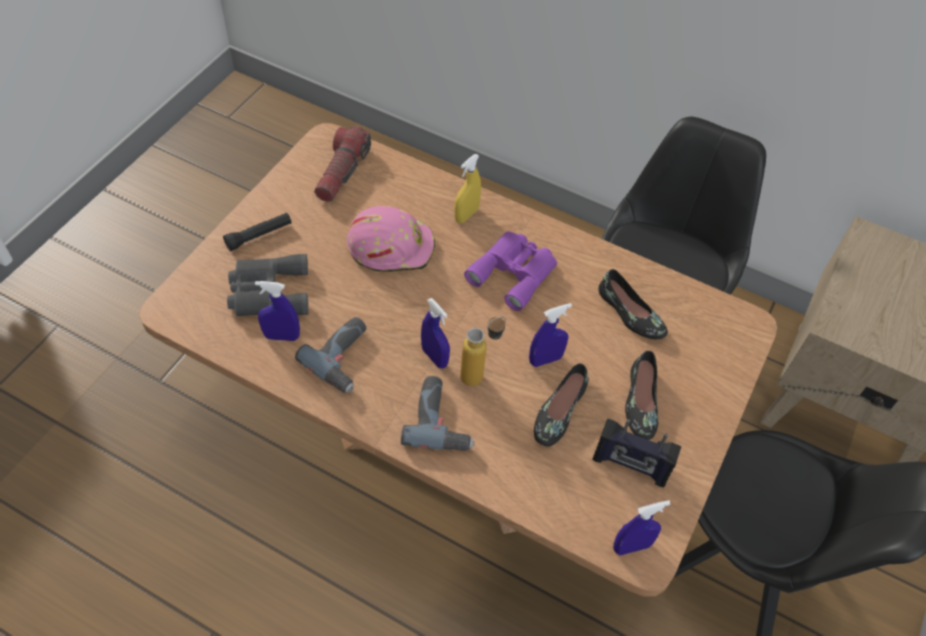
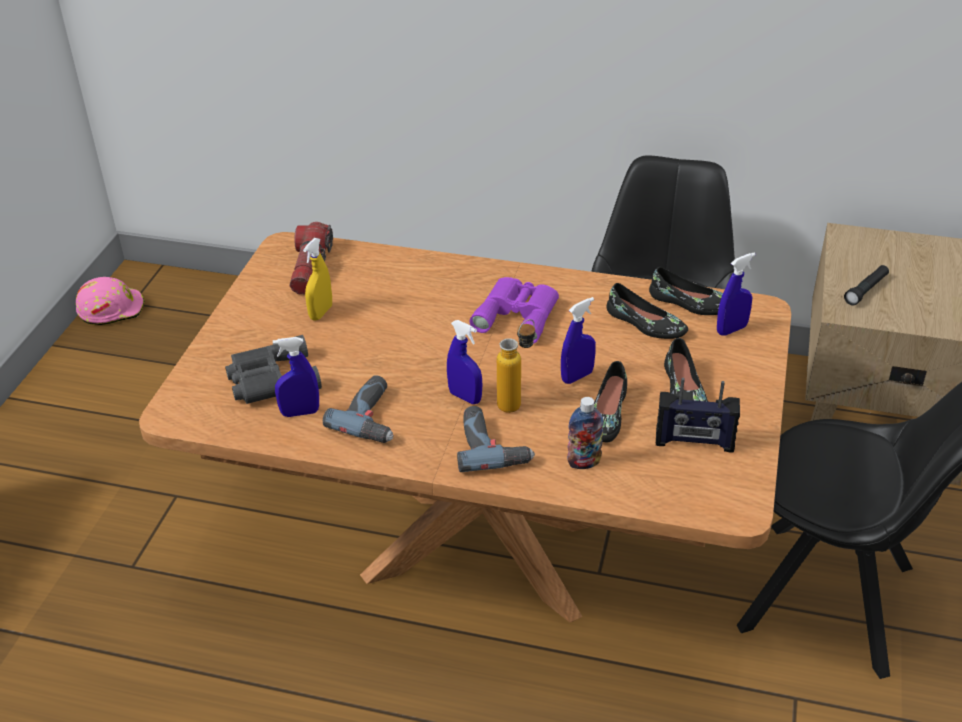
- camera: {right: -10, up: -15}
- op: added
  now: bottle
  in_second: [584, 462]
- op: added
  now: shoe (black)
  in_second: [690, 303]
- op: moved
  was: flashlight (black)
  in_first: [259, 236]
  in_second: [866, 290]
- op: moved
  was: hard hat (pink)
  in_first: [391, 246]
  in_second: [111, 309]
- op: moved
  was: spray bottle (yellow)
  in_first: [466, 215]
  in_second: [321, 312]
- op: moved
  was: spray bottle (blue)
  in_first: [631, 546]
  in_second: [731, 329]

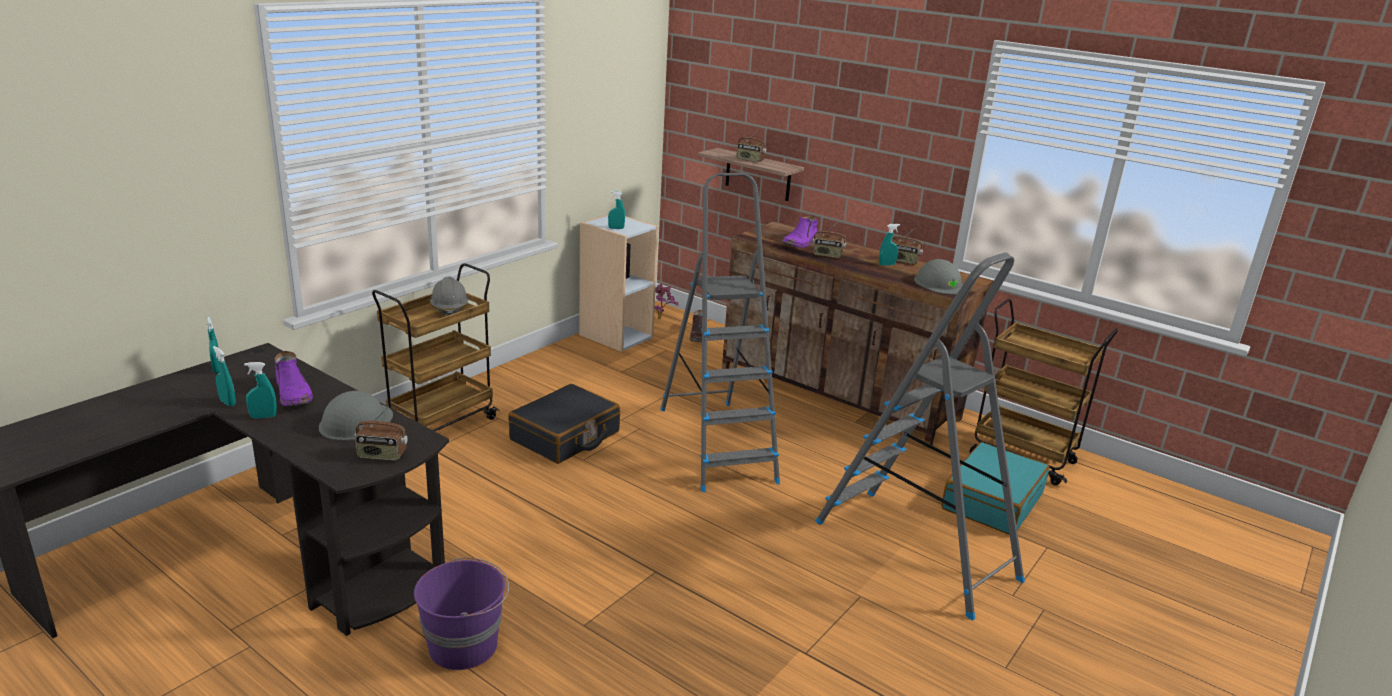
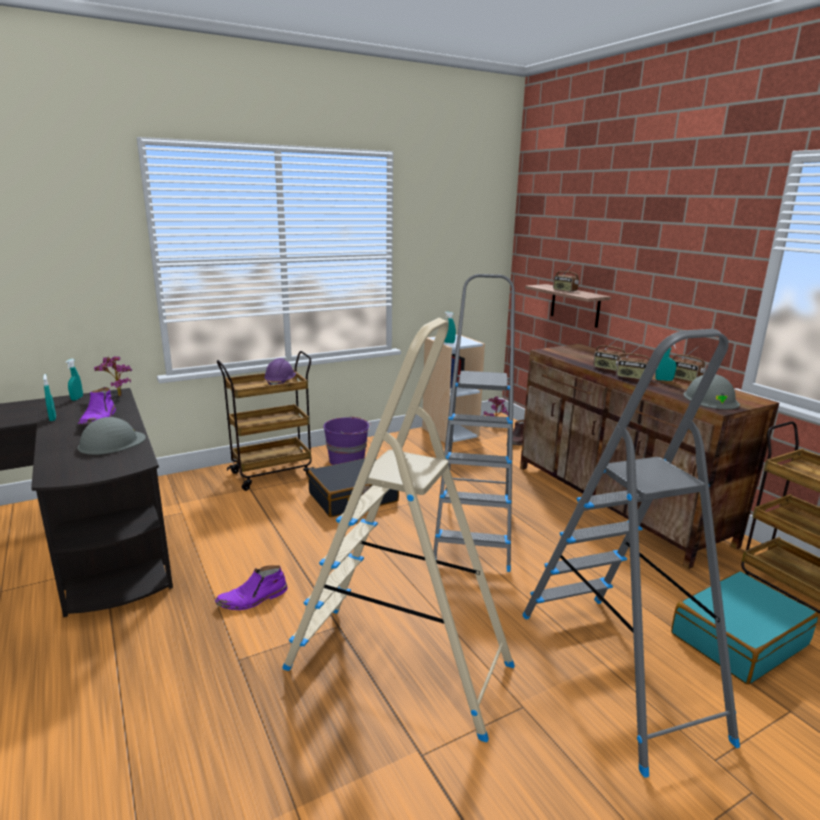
- camera: {right: 25, up: -5}
- op: removed
  was: spray bottle (turquoise)
  in_first: [263, 417]
- op: added
  now: potted plant
  in_second: [117, 395]
- op: added
  now: step ladder (beige)
  in_second: [397, 667]
- op: moved
  was: radio
  in_first: [381, 455]
  in_second: [631, 377]
- op: moved
  was: bucket (purple)
  in_first: [464, 645]
  in_second: [347, 460]
- op: moved
  was: boot (purple)
  in_first: [800, 243]
  in_second: [253, 599]
- op: recoloured
  was: hard hat (grey)
  now: hard hat (purple)
  in_first: [449, 309]
  in_second: [280, 383]

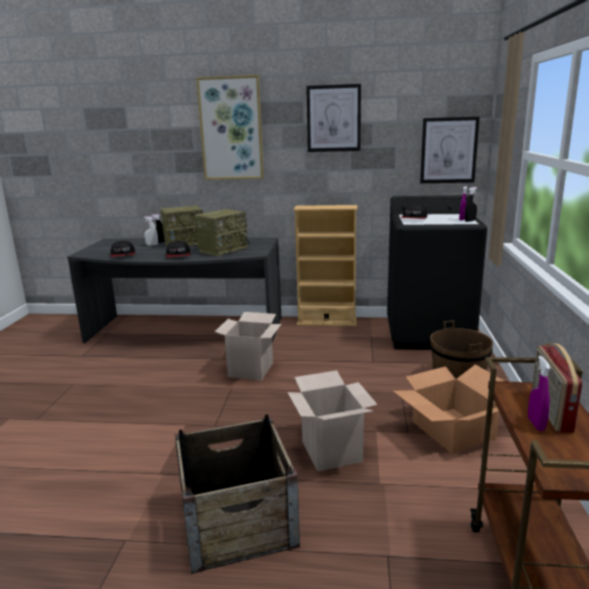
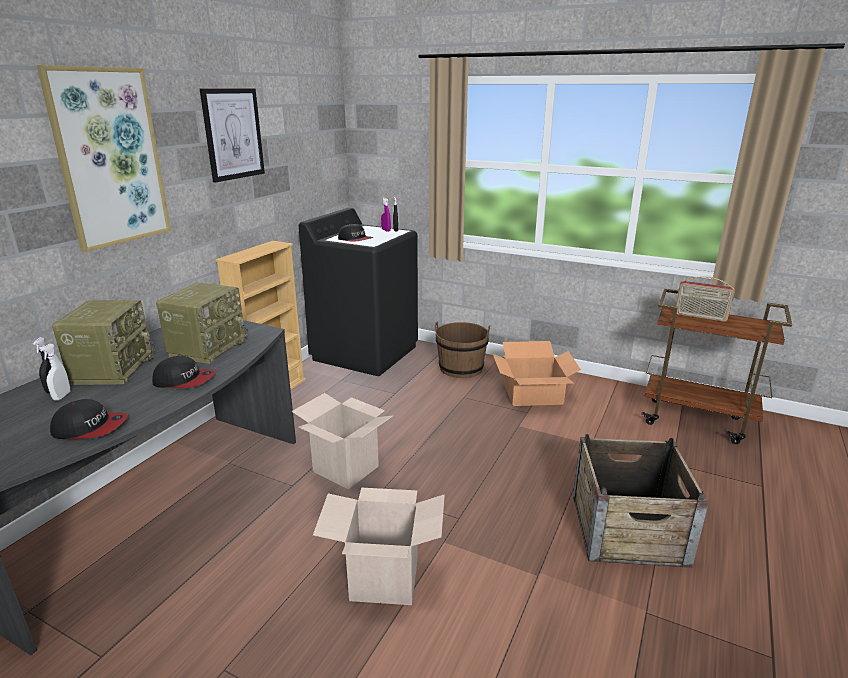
- camera: {right: -70, up: 5}
- op: removed
  was: picture
  in_first: [448, 150]
- op: removed
  was: spray bottle (purple)
  in_first: [536, 424]
- op: moved
  was: cardboard box
  in_first: [331, 452]
  in_second: [384, 579]
- op: turned
  was: radio
  in_first: [223, 250]
  in_second: [207, 347]
  clockwise: 45

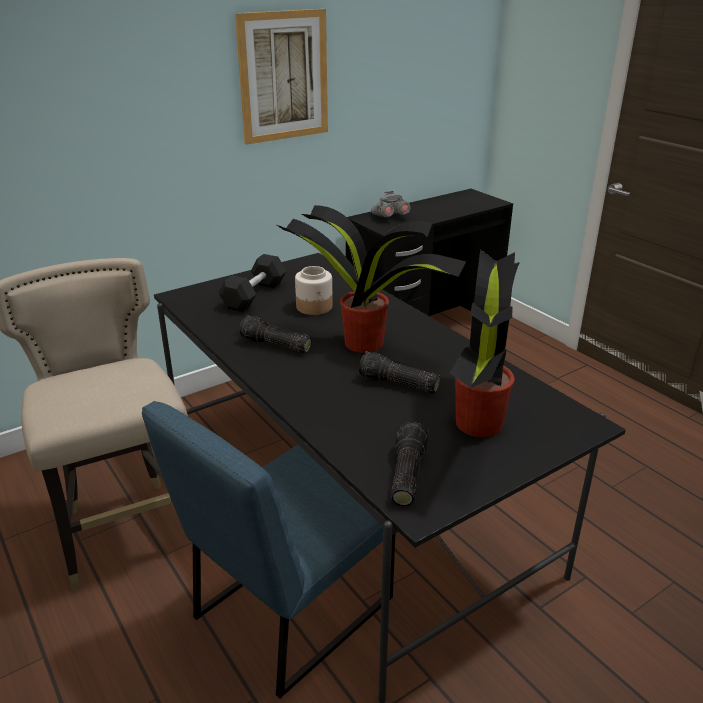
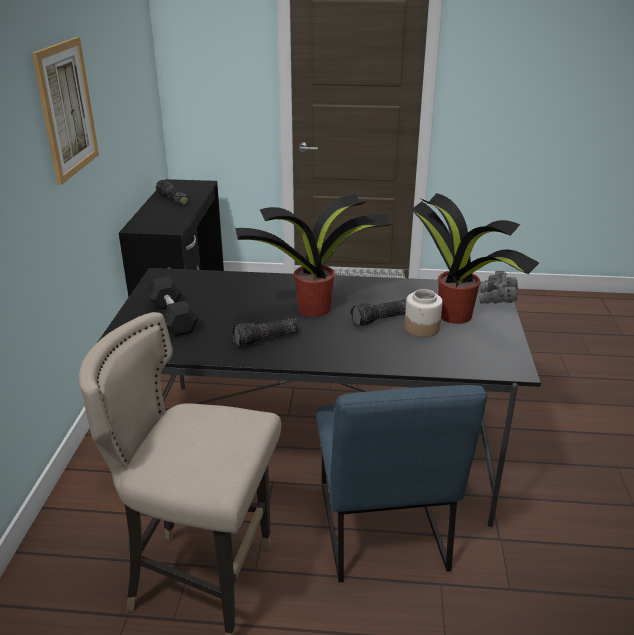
- camera: {right: -50, up: 0}
- op: moved
  was: jar
  in_first: [314, 307]
  in_second: [422, 328]
- op: moved
  was: binoculars (grey)
  in_first: [389, 217]
  in_second: [497, 300]
- op: moved
  was: flashlight
  in_first: [405, 474]
  in_second: [172, 199]

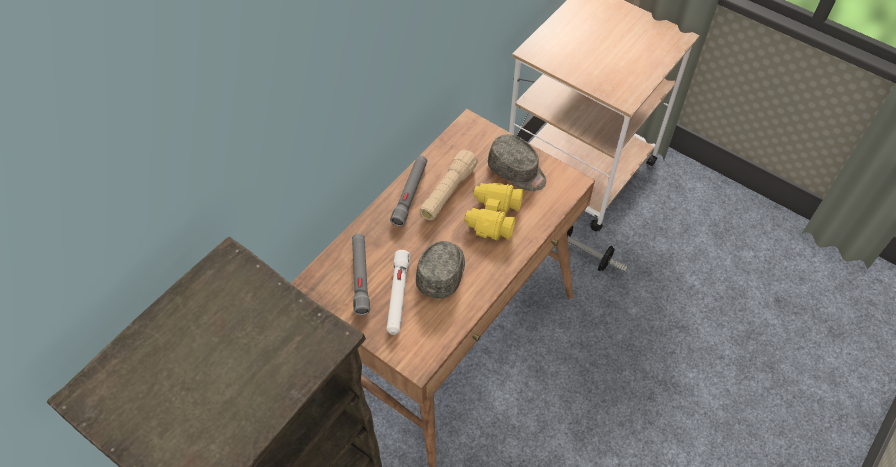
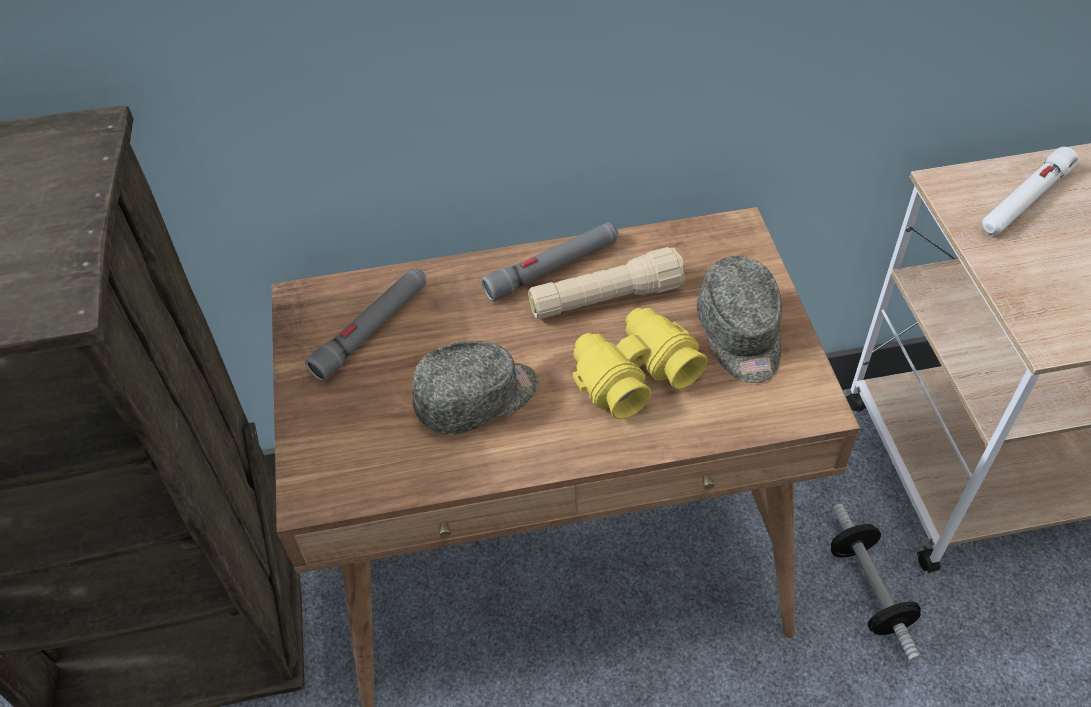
- camera: {right: 45, up: -5}
- op: moved
  was: flashlight (white)
  in_first: [398, 296]
  in_second: [1025, 201]

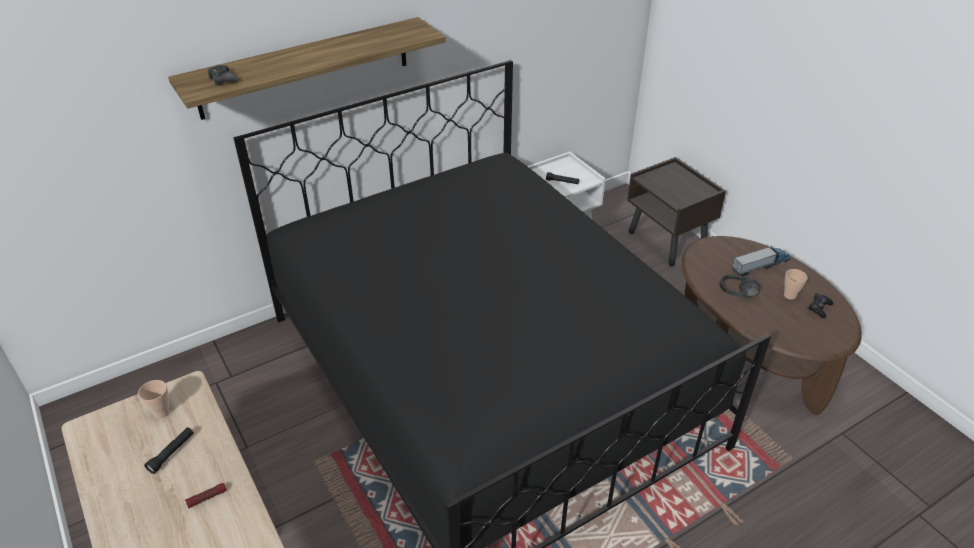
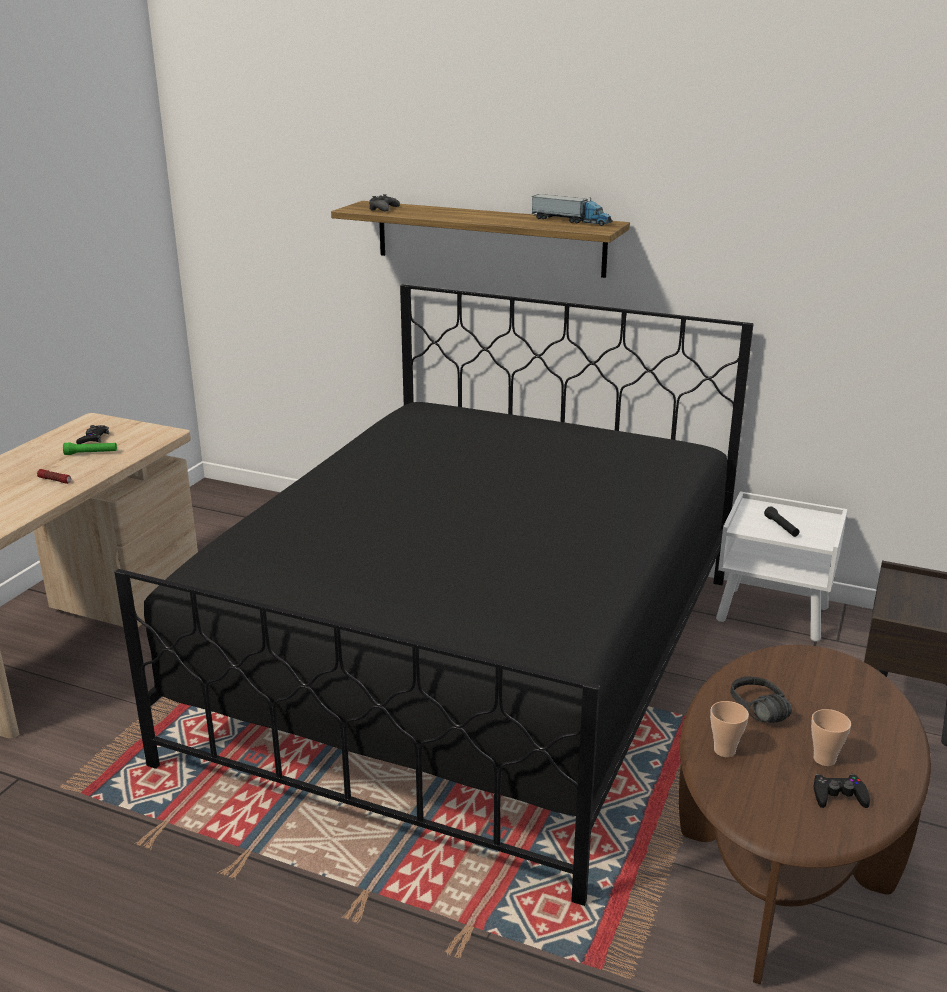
- camera: {right: 55, up: -15}
- op: added
  now: game controller (black)
  in_second: [93, 439]
- op: moved
  was: cup
  in_first: [161, 412]
  in_second: [724, 750]
- op: moved
  was: toy truck
  in_first: [760, 266]
  in_second: [571, 221]
- op: recoloured
  was: flashlight (black)
  now: flashlight (green)
  in_first: [172, 453]
  in_second: [91, 453]

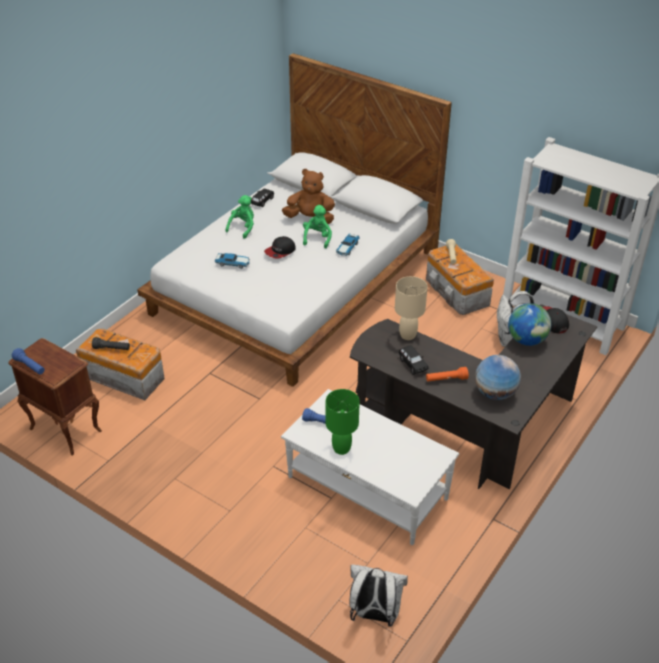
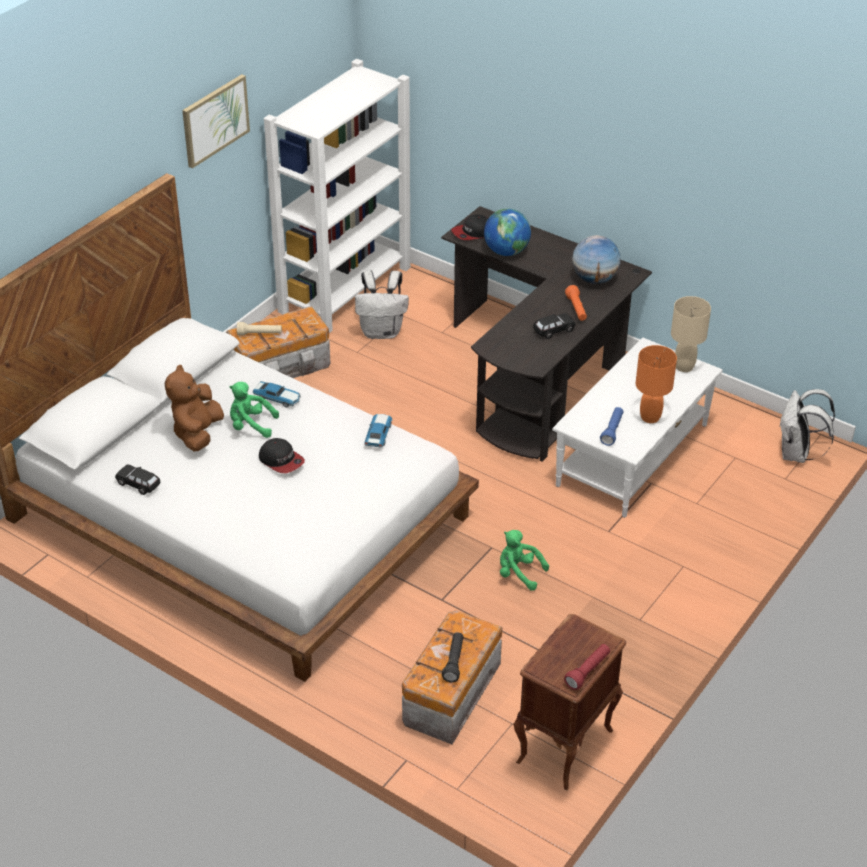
- camera: {right: -90, up: 0}
- op: added
  now: picture
  in_second: [215, 120]
- op: moved
  was: toy car
  in_first: [233, 263]
  in_second: [378, 434]
- op: moved
  was: plush toy (green)
  in_first: [243, 228]
  in_second: [518, 573]
- op: moved
  was: table lamp (beige)
  in_first: [407, 335]
  in_second: [684, 367]
- op: recoloured
  was: flashlight (blue)
  now: flashlight (red)
  in_first: [30, 366]
  in_second: [587, 671]
- op: recoloured
  was: table lamp (green)
  now: table lamp (orange)
  in_first: [342, 448]
  in_second: [650, 417]

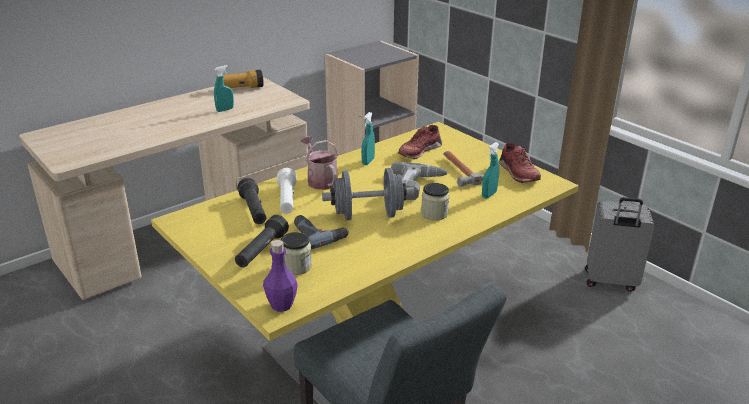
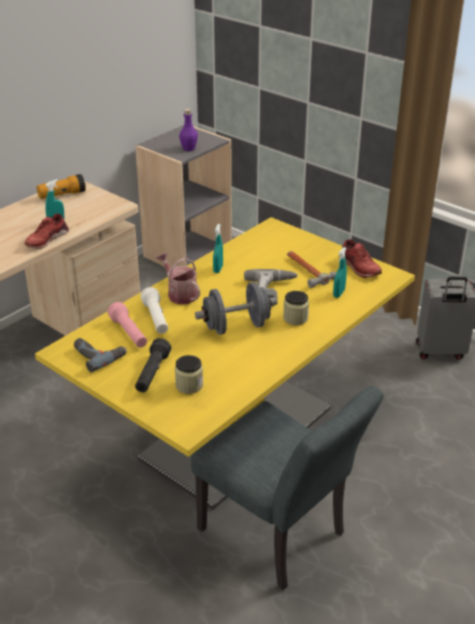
- camera: {right: -10, up: 5}
- op: moved
  was: bottle (purple)
  in_first: [281, 305]
  in_second: [189, 148]
- op: moved
  was: power drill
  in_first: [318, 235]
  in_second: [98, 355]
- op: moved
  was: shoe (red)
  in_first: [419, 150]
  in_second: [46, 239]
- op: recoloured
  was: flashlight (black)
  now: flashlight (pink)
  in_first: [254, 210]
  in_second: [129, 333]

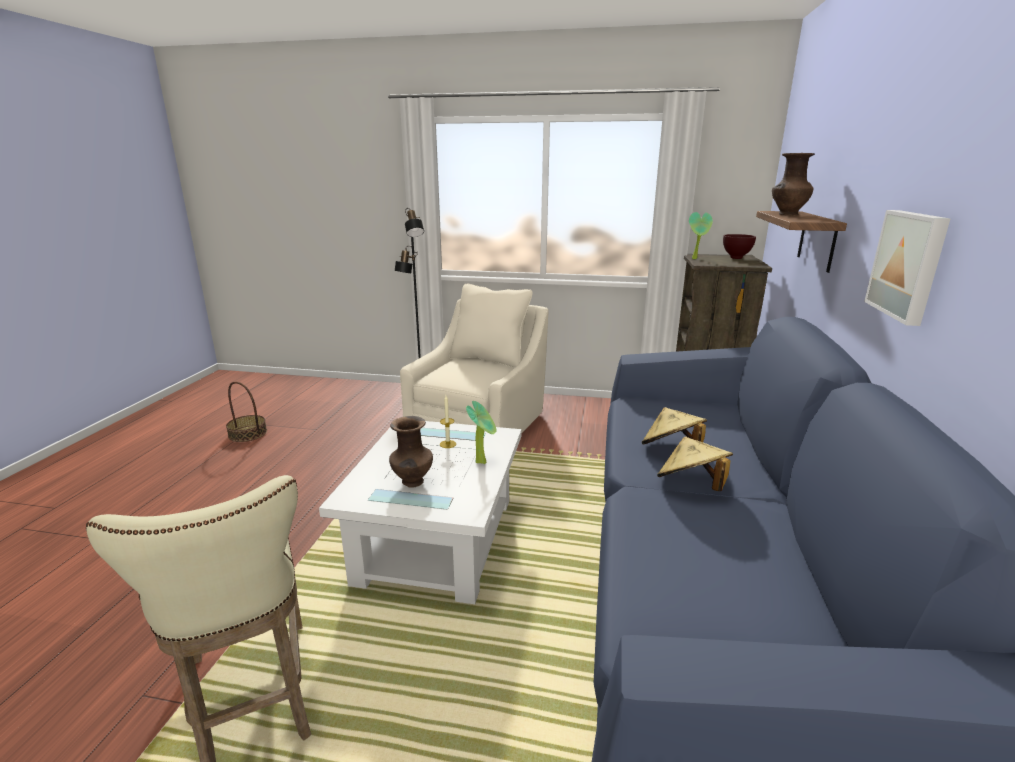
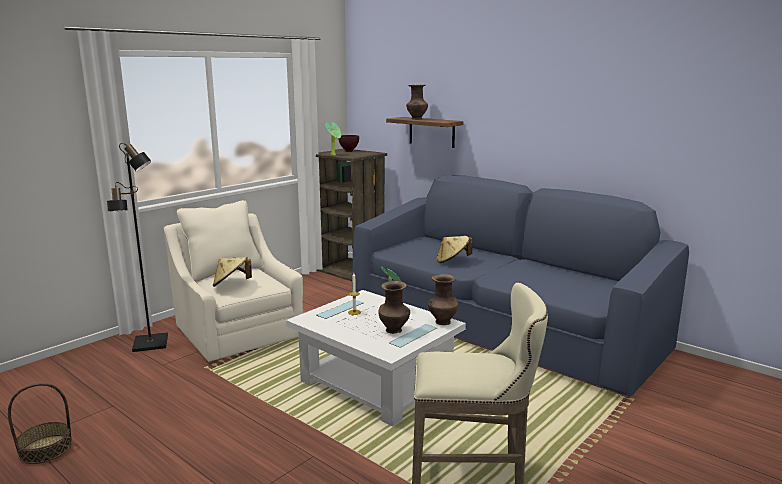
- camera: {right: -60, up: -5}
- op: removed
  was: picture
  in_first: [909, 265]
- op: added
  now: vase (brown)
  in_second: [442, 322]
- op: moved
  was: hat (beige)
  in_first: [691, 485]
  in_second: [231, 284]

